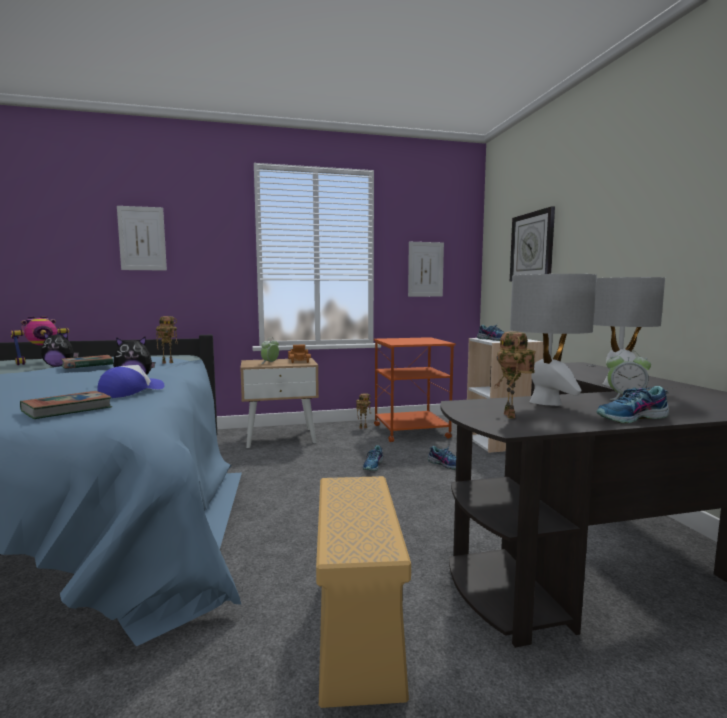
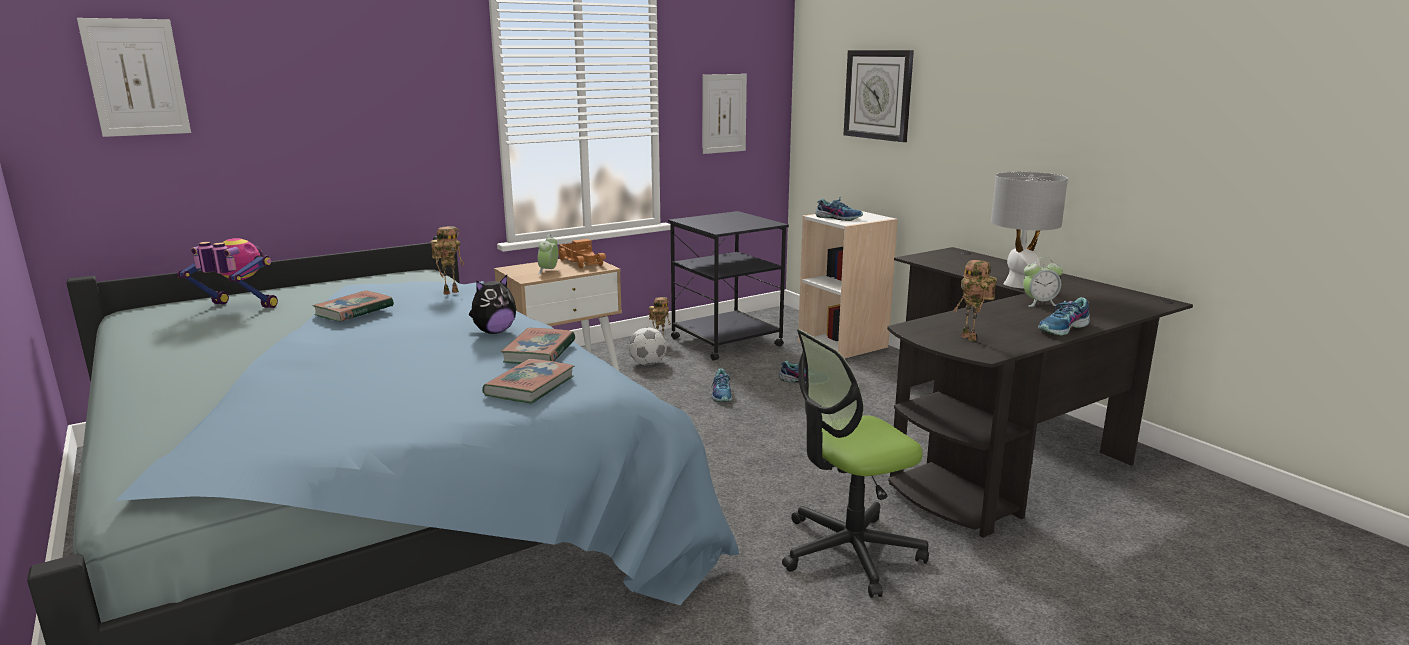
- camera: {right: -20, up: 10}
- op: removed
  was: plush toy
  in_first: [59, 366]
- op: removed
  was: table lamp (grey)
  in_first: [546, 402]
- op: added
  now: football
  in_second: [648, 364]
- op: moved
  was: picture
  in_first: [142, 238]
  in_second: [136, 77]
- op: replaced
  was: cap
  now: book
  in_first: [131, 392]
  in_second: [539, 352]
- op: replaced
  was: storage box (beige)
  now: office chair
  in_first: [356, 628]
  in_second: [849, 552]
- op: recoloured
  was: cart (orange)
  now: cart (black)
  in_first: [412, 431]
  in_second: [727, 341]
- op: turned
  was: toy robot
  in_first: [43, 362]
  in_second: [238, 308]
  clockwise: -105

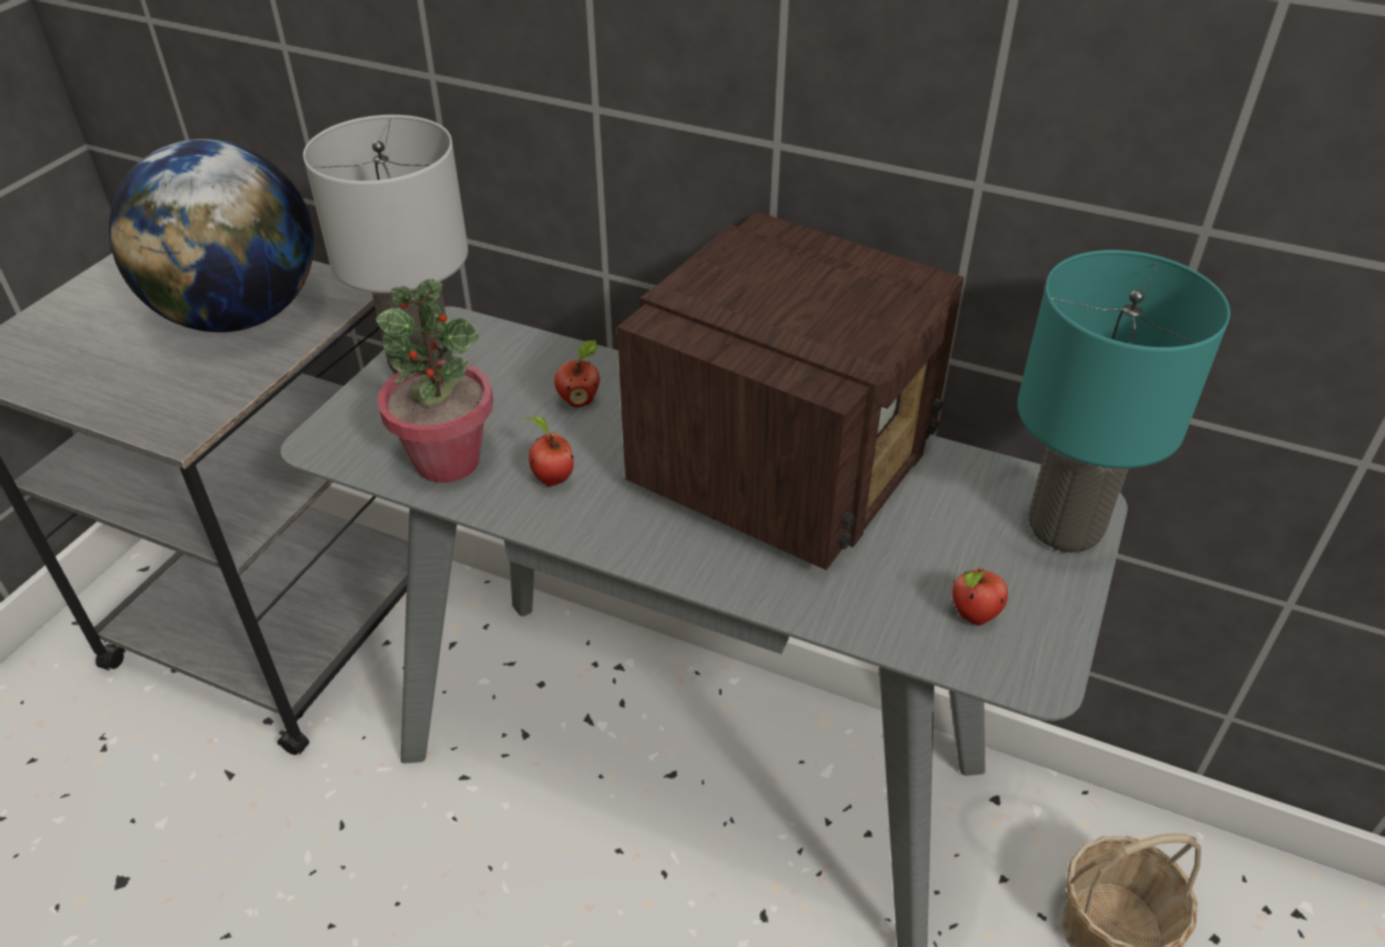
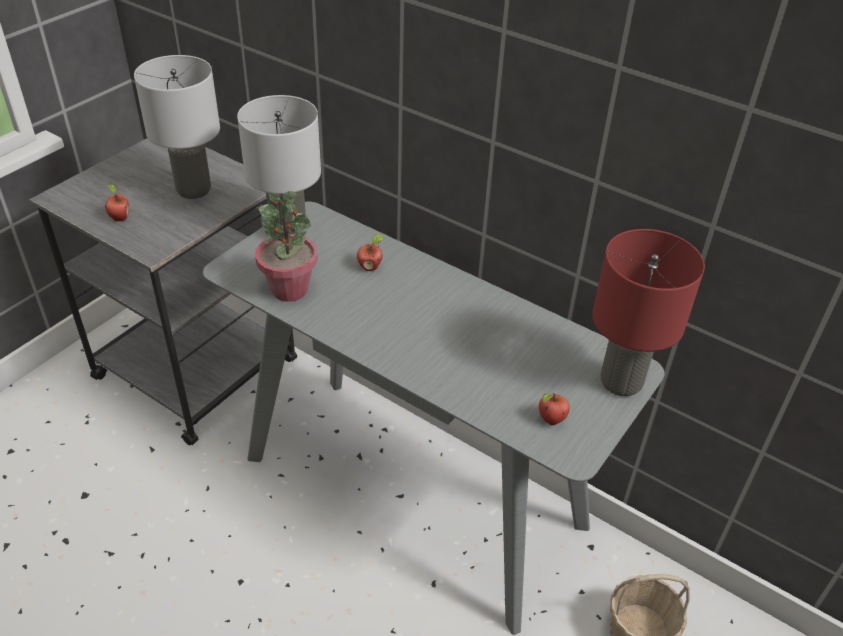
- camera: {right: 10, up: 0}
- op: removed
  was: radio
  in_first: [788, 464]
- op: moved
  was: apple
  in_first: [551, 479]
  in_second: [119, 218]
- op: replaced
  was: globe
  now: table lamp (white)
  in_first: [240, 315]
  in_second: [196, 191]
- op: recoloured
  was: table lamp (turquoise)
  now: table lamp (red)
  in_first: [1060, 528]
  in_second: [619, 381]

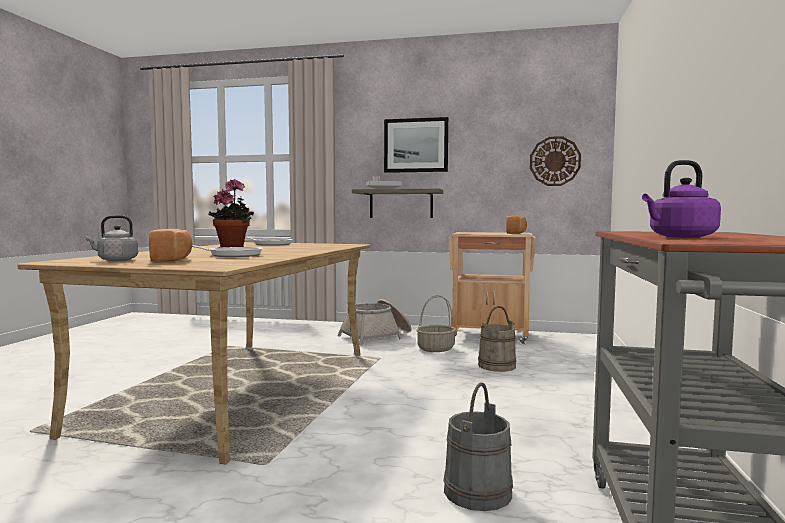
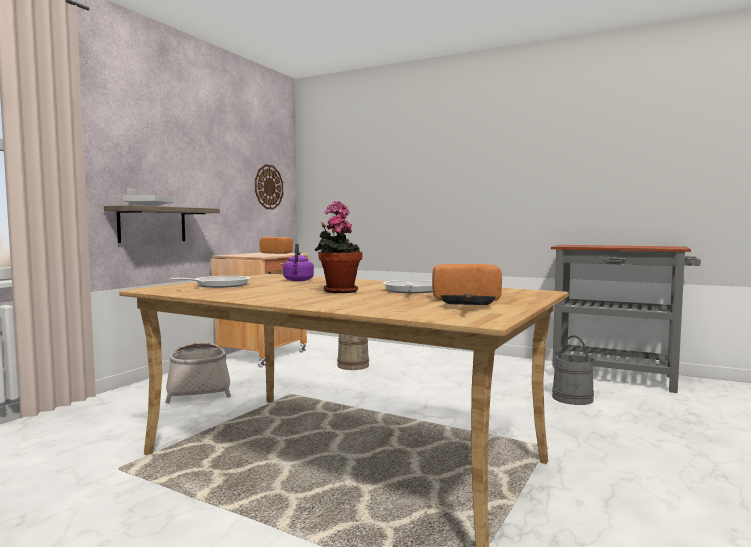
- camera: {right: -75, up: 0}
- op: removed
  was: picture
  in_first: [416, 145]
- op: removed
  was: basket
  in_first: [436, 348]
- op: moved
  was: kettle (purple)
  in_first: [679, 237]
  in_second: [298, 280]
- op: replaced
  was: kettle (grey)
  now: frying pan (black)
  in_first: [115, 260]
  in_second: [467, 308]

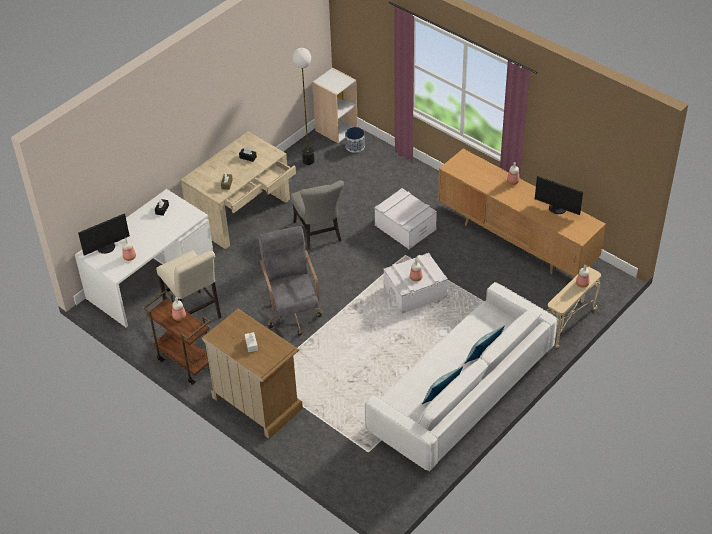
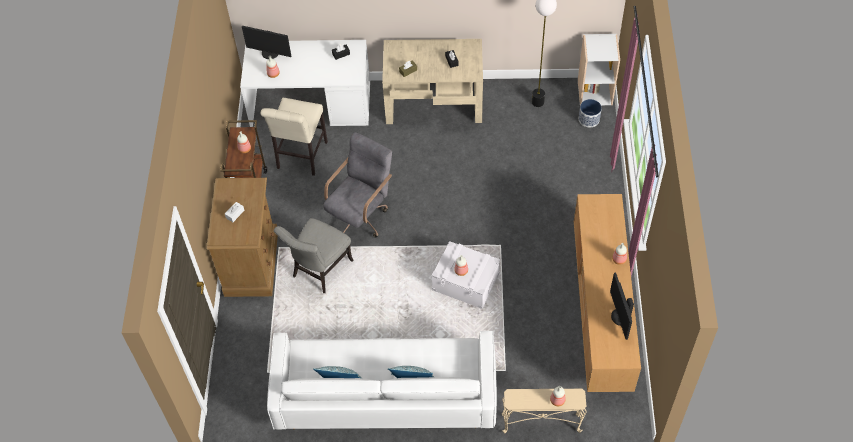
- camera: {right: 50, up: 10}
- op: removed
  was: storage box (white)
  in_first: [405, 227]
- op: moved
  was: chair (grey)
  in_first: [319, 233]
  in_second: [319, 270]

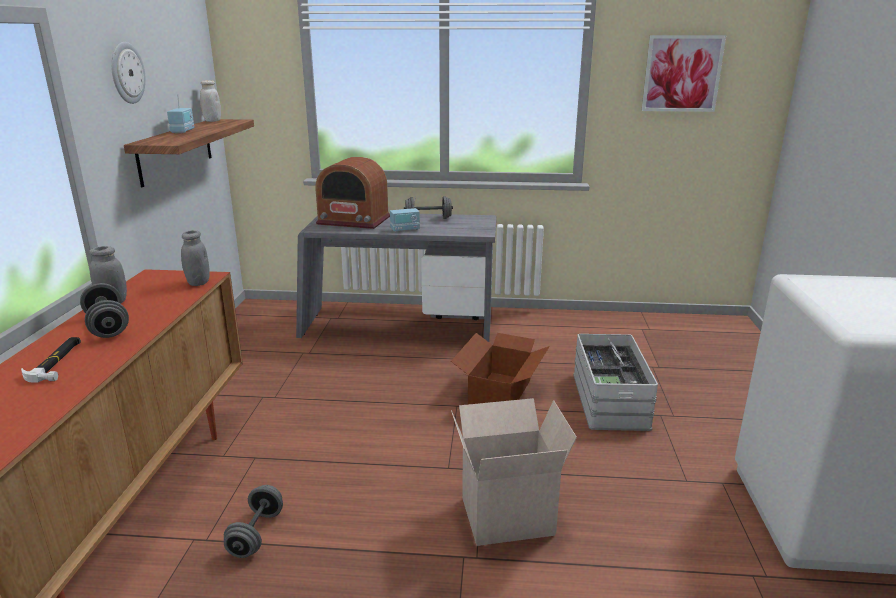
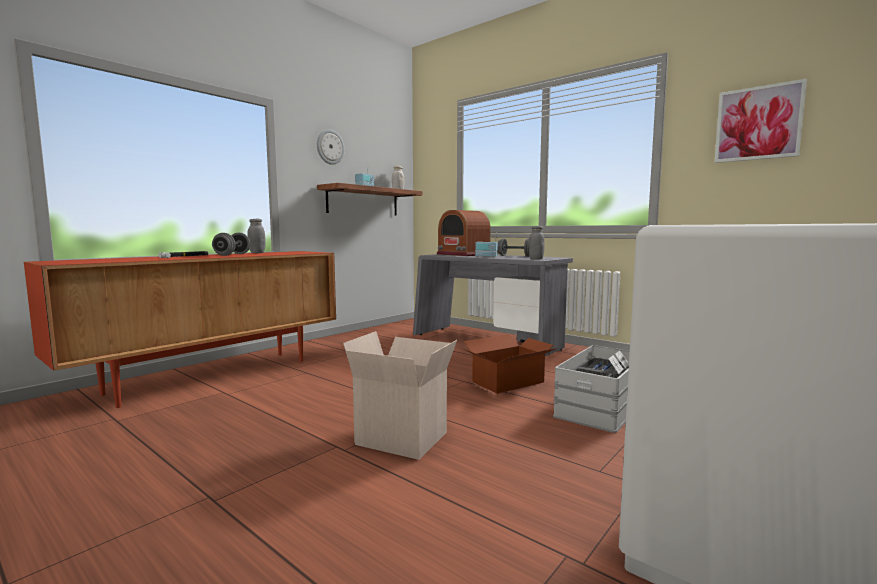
- camera: {right: 35, up: -15}
- op: removed
  was: dumbbell (grey)
  in_first: [256, 534]
- op: moved
  was: jar (grey)
  in_first: [198, 282]
  in_second: [536, 259]

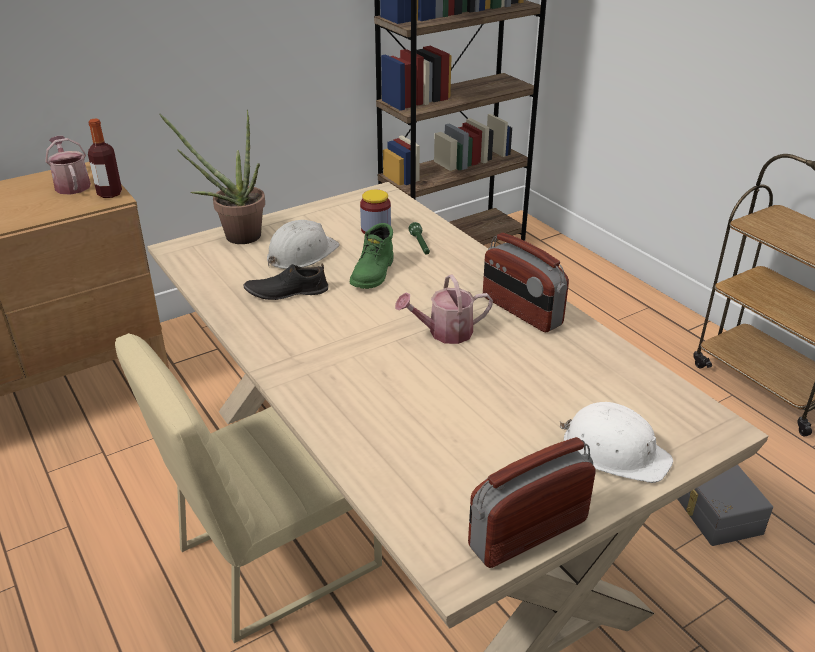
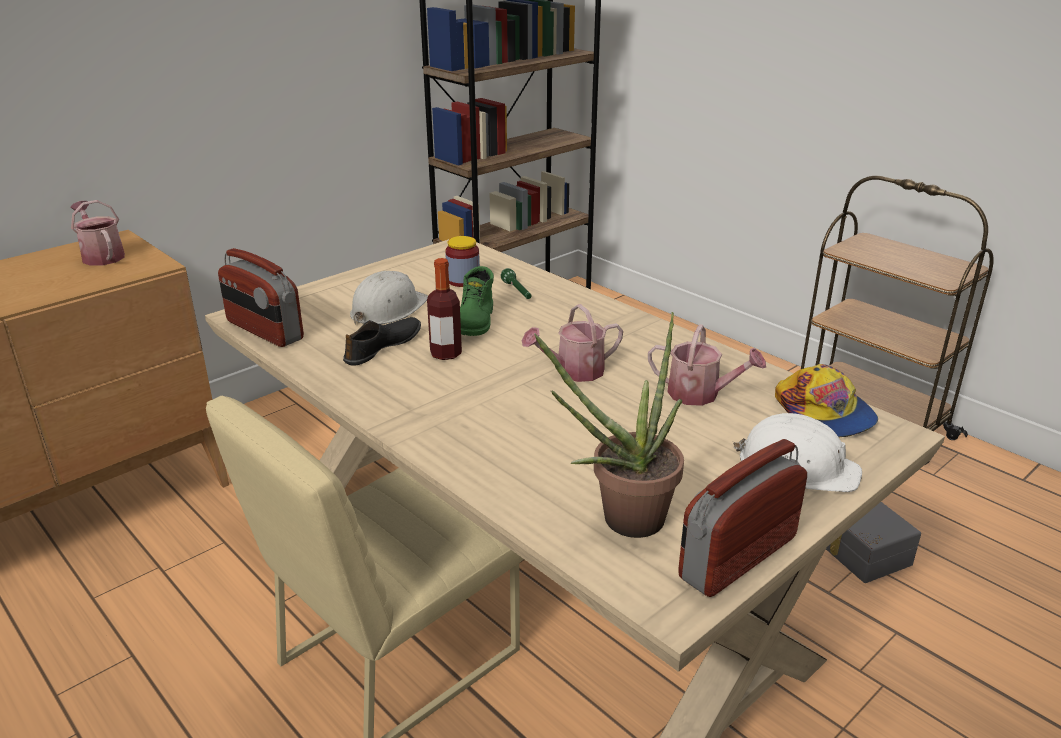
- camera: {right: -10, up: -5}
- op: added
  now: watering can
  in_second: [700, 394]
- op: added
  now: cap
  in_second: [825, 412]
- op: moved
  was: bottle
  in_first: [109, 194]
  in_second: [446, 354]
- op: moved
  was: potted plant
  in_first: [235, 236]
  in_second: [620, 521]
- op: moved
  was: radio
  in_first: [521, 311]
  in_second: [264, 331]
- op: turned
  was: shoe (black)
  in_first: [286, 292]
  in_second: [383, 347]
  clockwise: 150

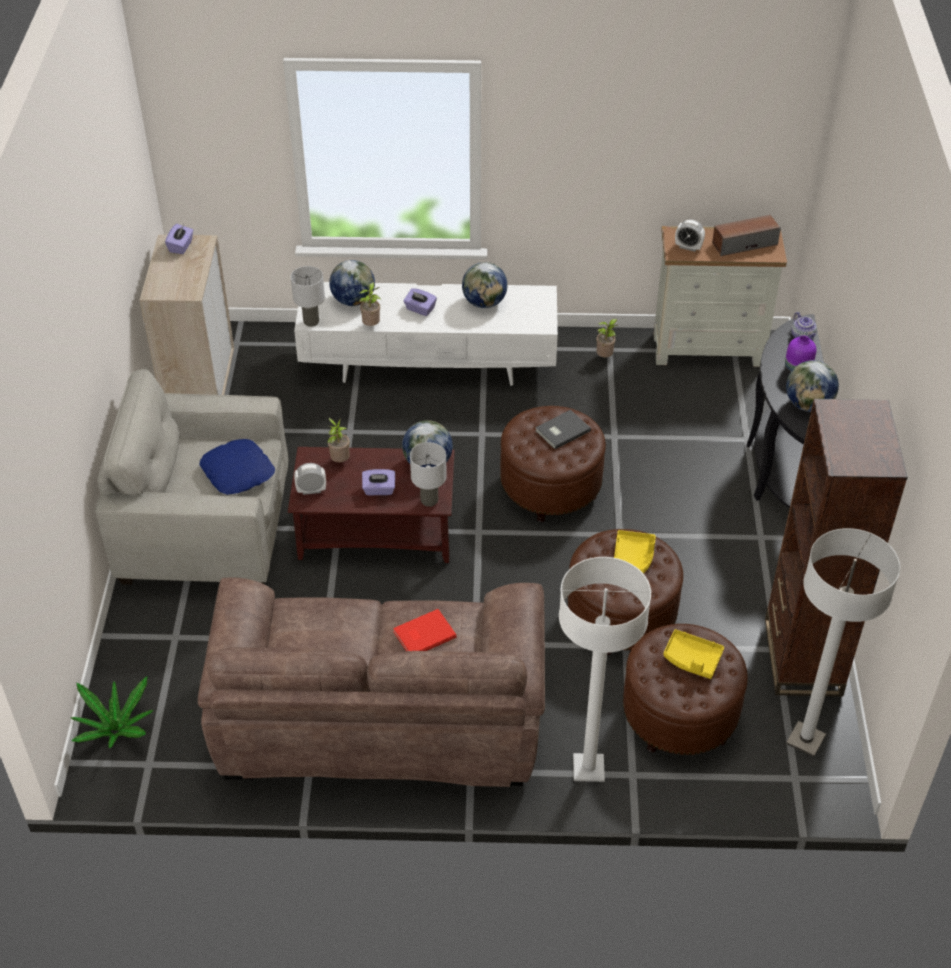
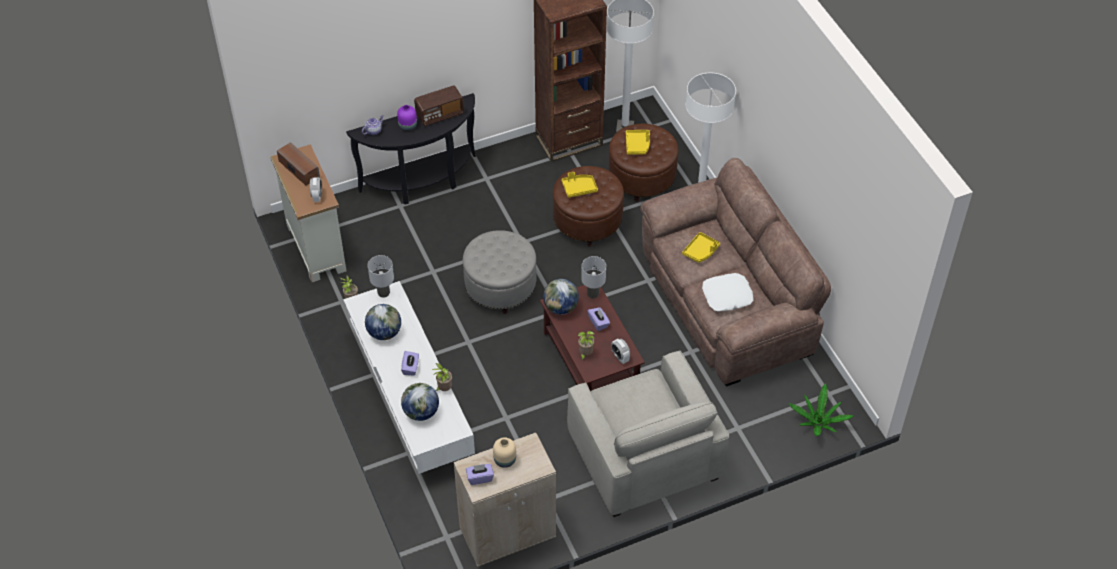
- camera: {right: -115, up: 5}
- op: removed
  was: pillow (blue)
  in_first: [238, 472]
- op: removed
  was: book (grey)
  in_first: [561, 430]
- op: added
  now: vase (beige)
  in_second: [504, 460]
- op: added
  now: pillow (white)
  in_second: [727, 296]
- op: moved
  was: table lamp (white)
  in_first: [311, 322]
  in_second: [383, 294]
- op: replaced
  was: book (red)
  now: tray (yellow)
  in_first: [423, 634]
  in_second: [701, 251]
- op: replaced
  was: globe
  now: radio
  in_first: [808, 405]
  in_second: [440, 114]
- op: recoloured
  was: ottoman (brown)
  now: ottoman (grey)
  in_first: [550, 488]
  in_second: [500, 288]

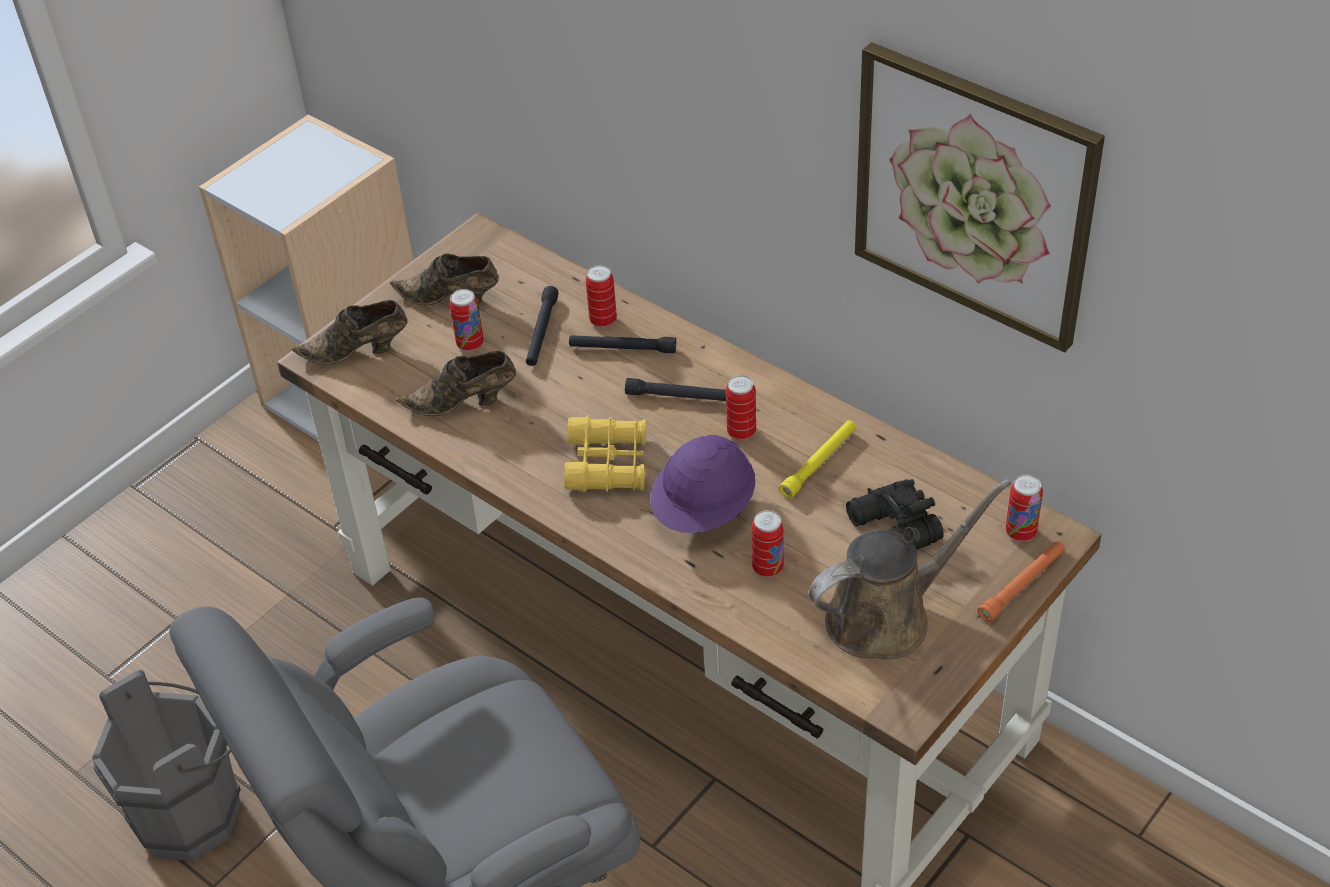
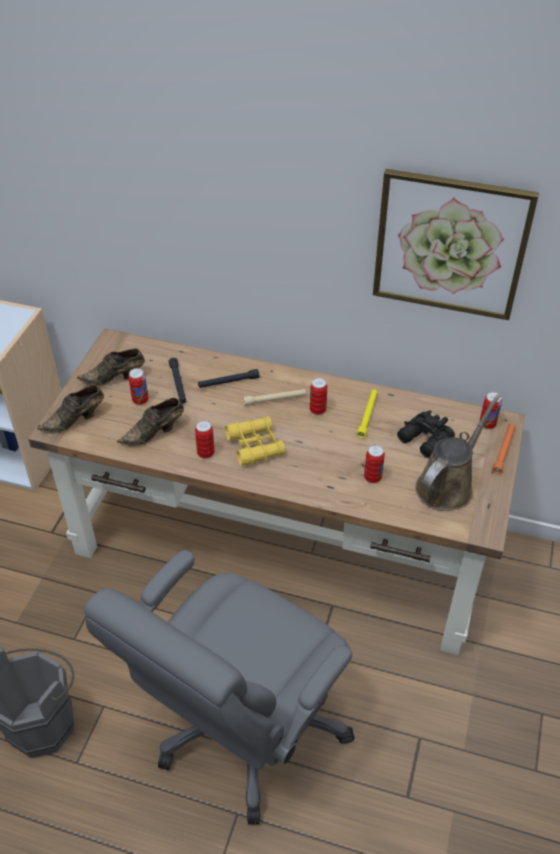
- camera: {right: -25, up: 0}
- op: removed
  was: hard hat (purple)
  in_first: [704, 510]
- op: moved
  was: can
  in_first: [603, 320]
  in_second: [206, 453]
- op: recoloured
  was: flashlight (black)
  now: flashlight (beige)
  in_first: [680, 397]
  in_second: [274, 400]

